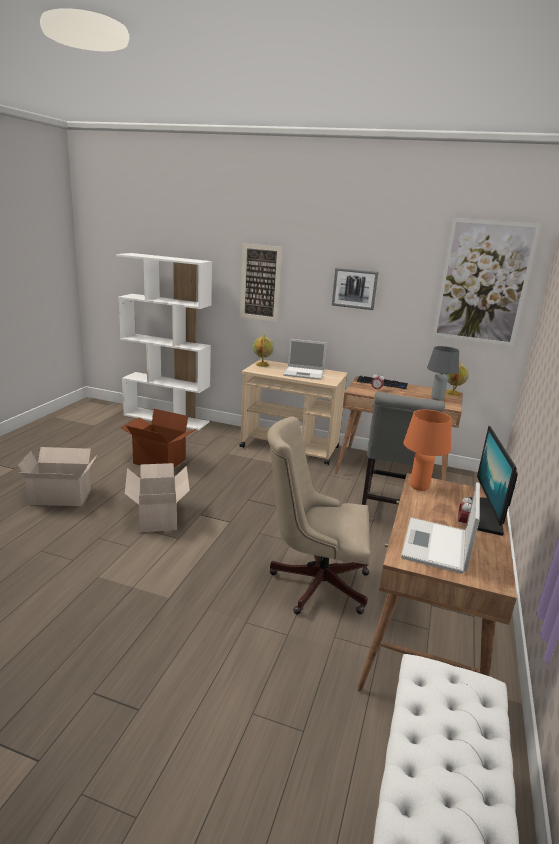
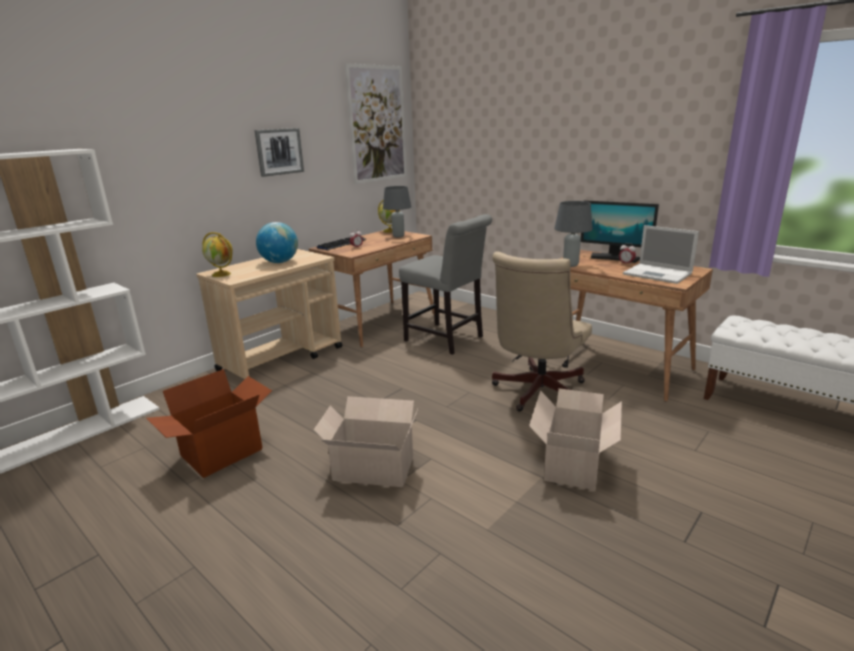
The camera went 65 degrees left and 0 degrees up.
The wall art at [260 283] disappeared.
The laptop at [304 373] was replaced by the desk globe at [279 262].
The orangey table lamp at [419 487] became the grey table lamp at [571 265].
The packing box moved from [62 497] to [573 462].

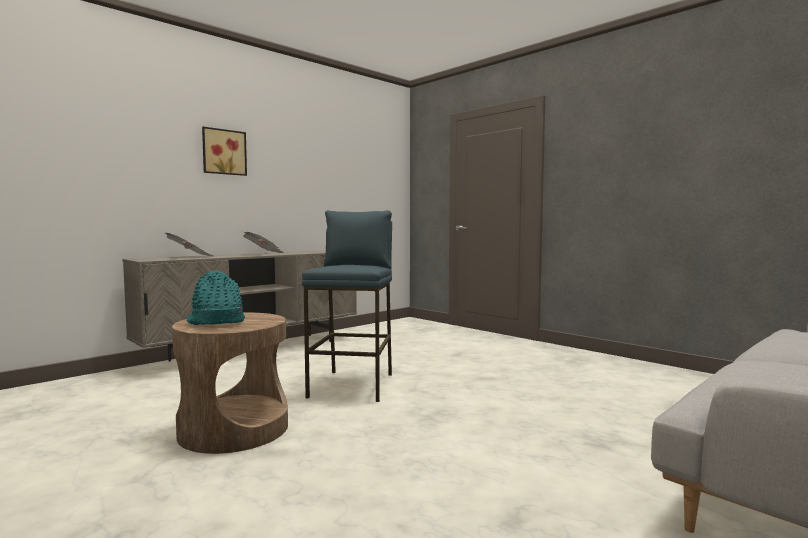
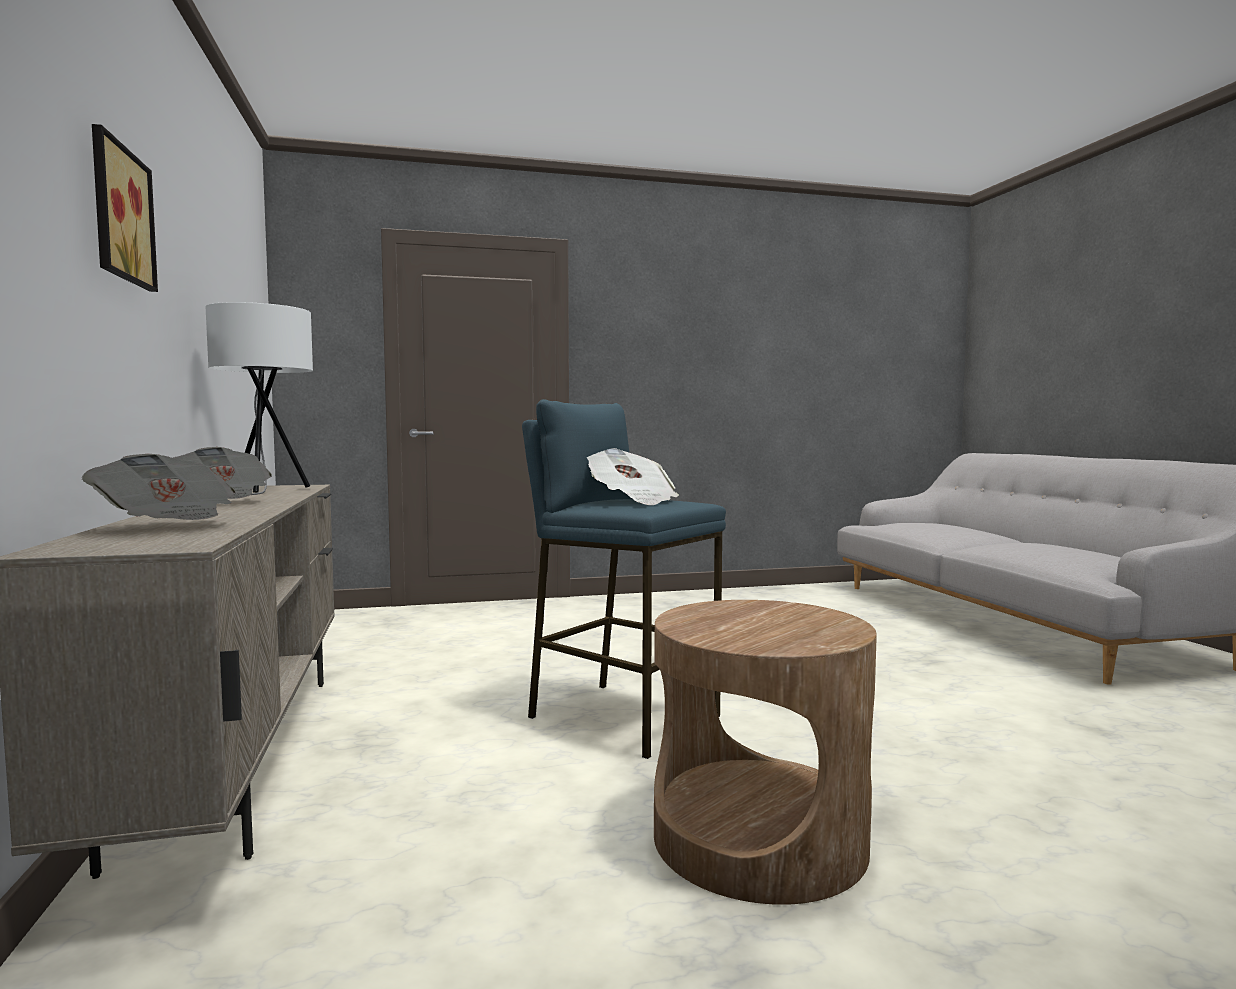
The camera went 60 degrees left and 0 degrees up.
The turquoise-coloured clothing hat at [216 322] disappeared.
The white-coloured table lamp at [264 491] appeared.
The printed paper at [632 501] appeared.

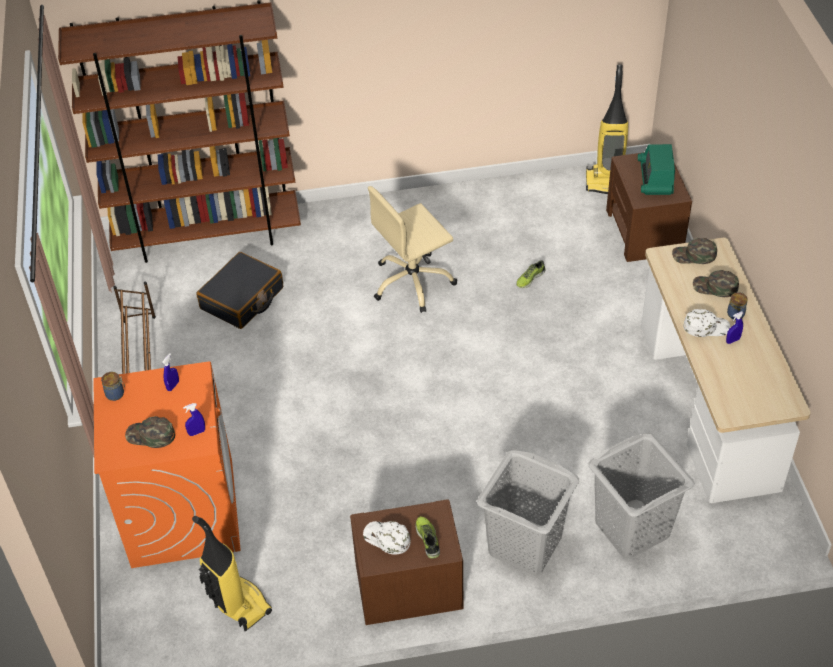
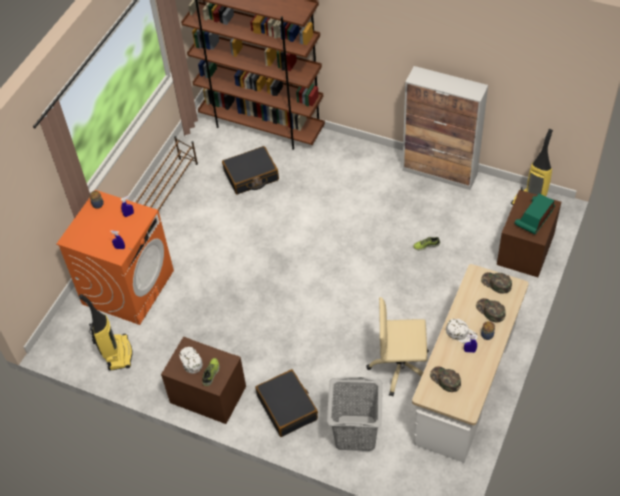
The camera went 35 degrees right and 5 degrees up.
The beige desk chair moved from [413 282] to [400 368].
The green peaked cap moved from [150 436] to [445 380].
The grey laundry basket at [524 545] was replaced by the black travel case at [287 407].
The storage cabinet at [440 172] appeared.

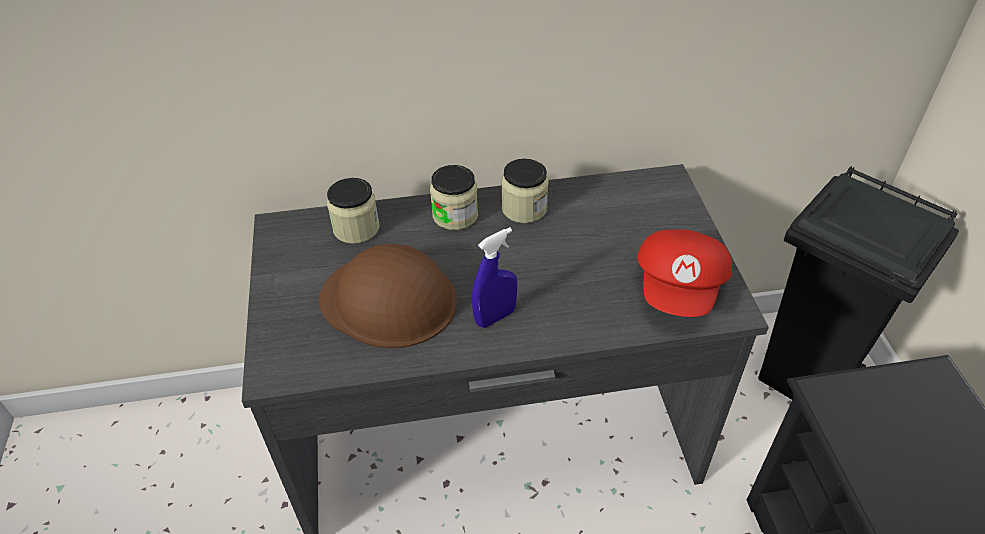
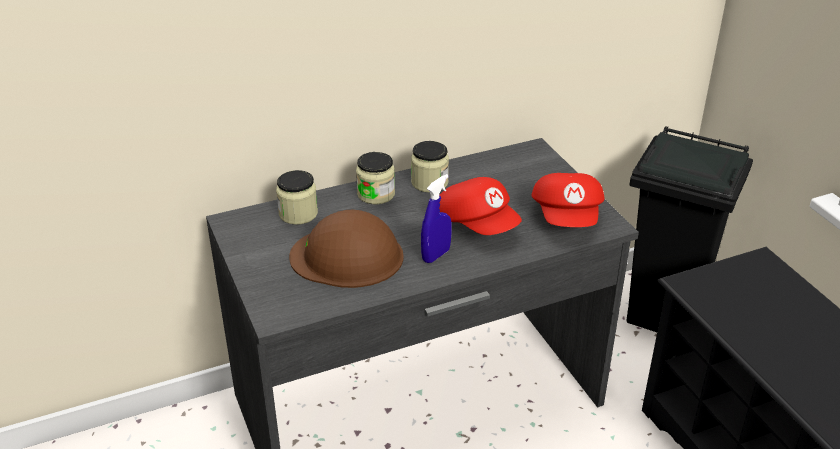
The camera went 15 degrees left and 10 degrees down.
The reddish peaked cap at [476 224] appeared.

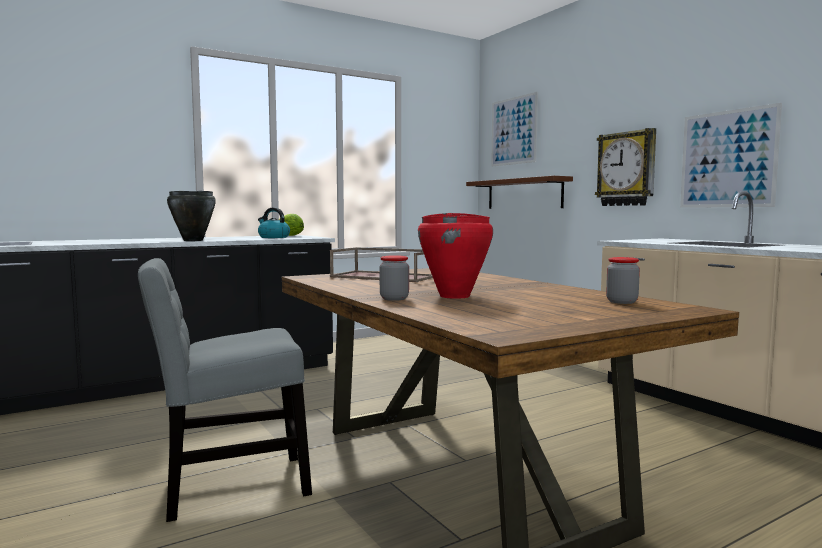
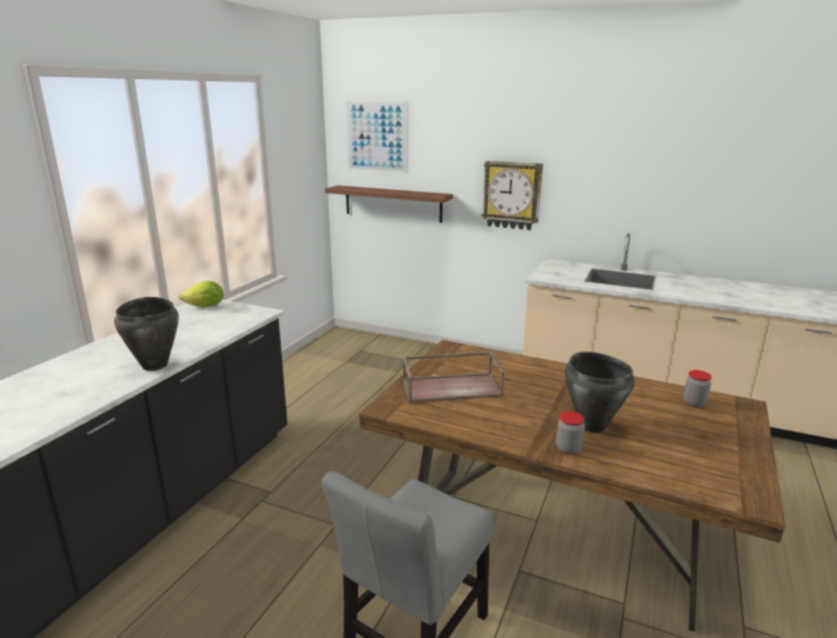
The camera went 35 degrees left and 15 degrees up.
The wall art at [727 159] disappeared.
The tea kettle at [273 237] disappeared.
The reddish saucepot at [455 296] became the black saucepot at [592 426].

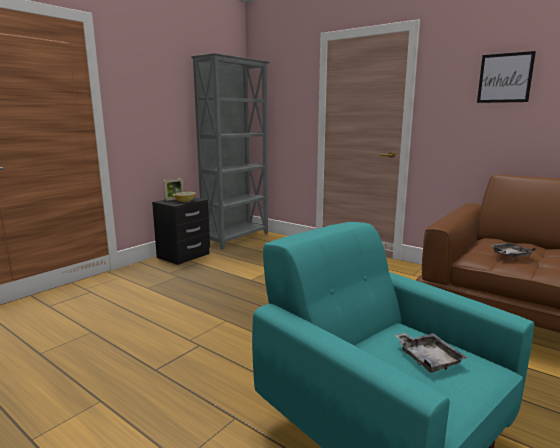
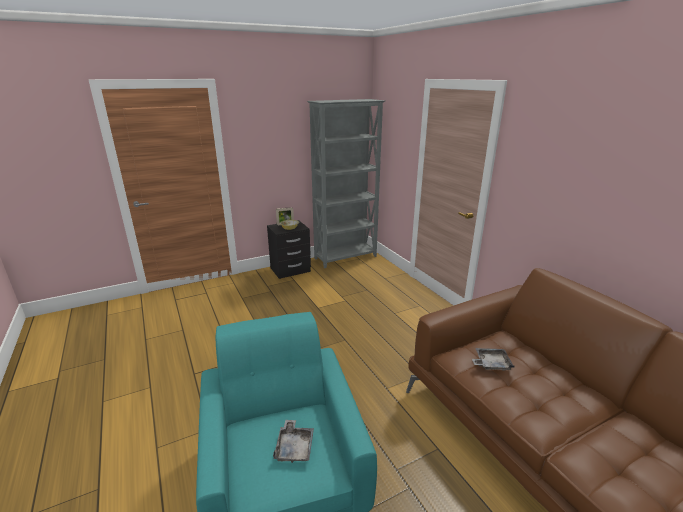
The camera went 25 degrees right and 10 degrees up.
The wall art at [505 78] disappeared.

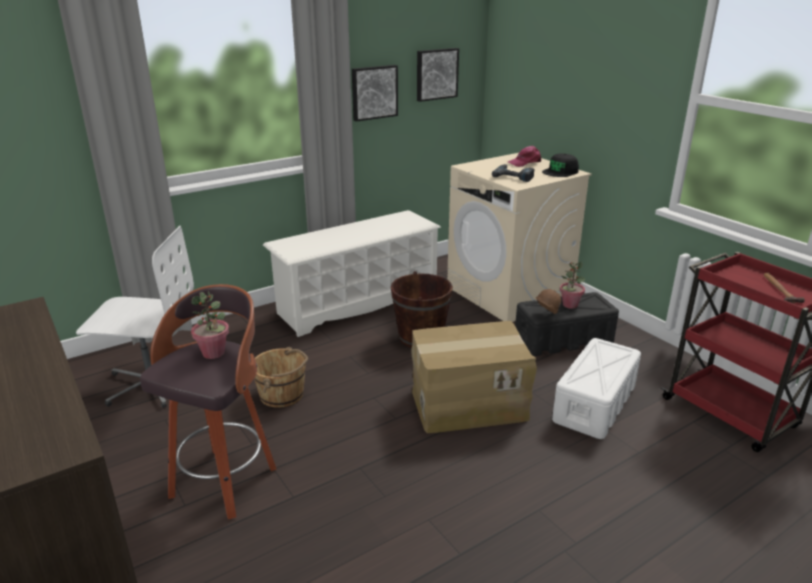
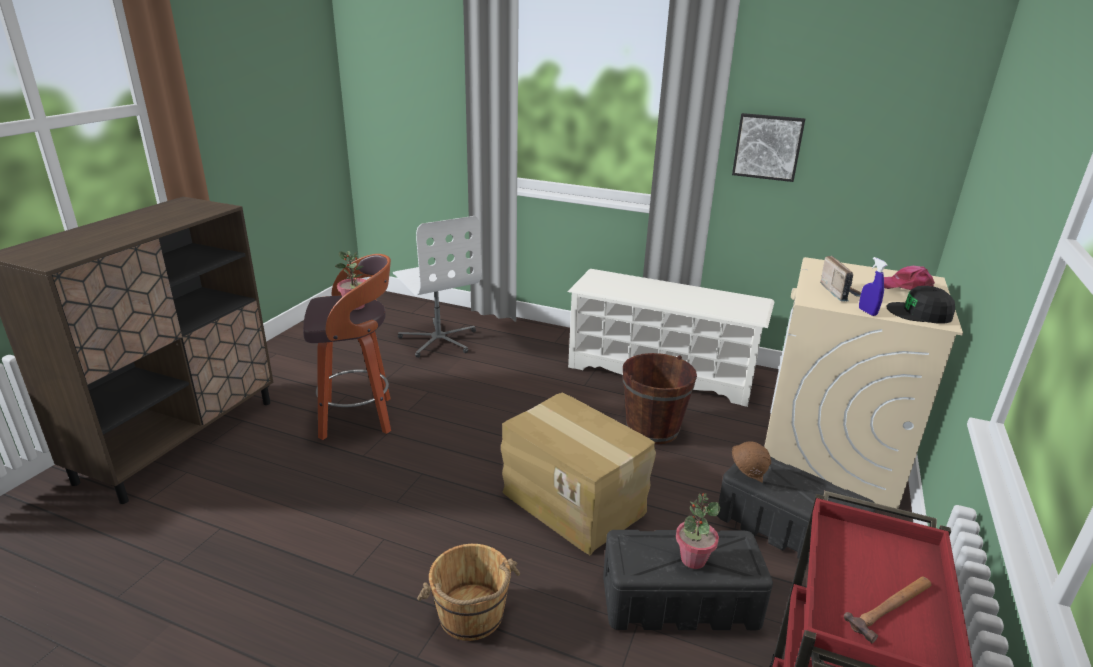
The camera went 55 degrees right and 0 degrees up.
The wall art at [436 74] disappeared.
The power drill at [513 176] was replaced by the radio at [839 292].
The houseplant moved from [570 305] to [693 559].
The white-coloured storage container at [594 404] became the black storage container at [678 601].
The brownish bucket moved from [282 395] to [471 615].
The bluish hand sprayer at [867 312] appeared.

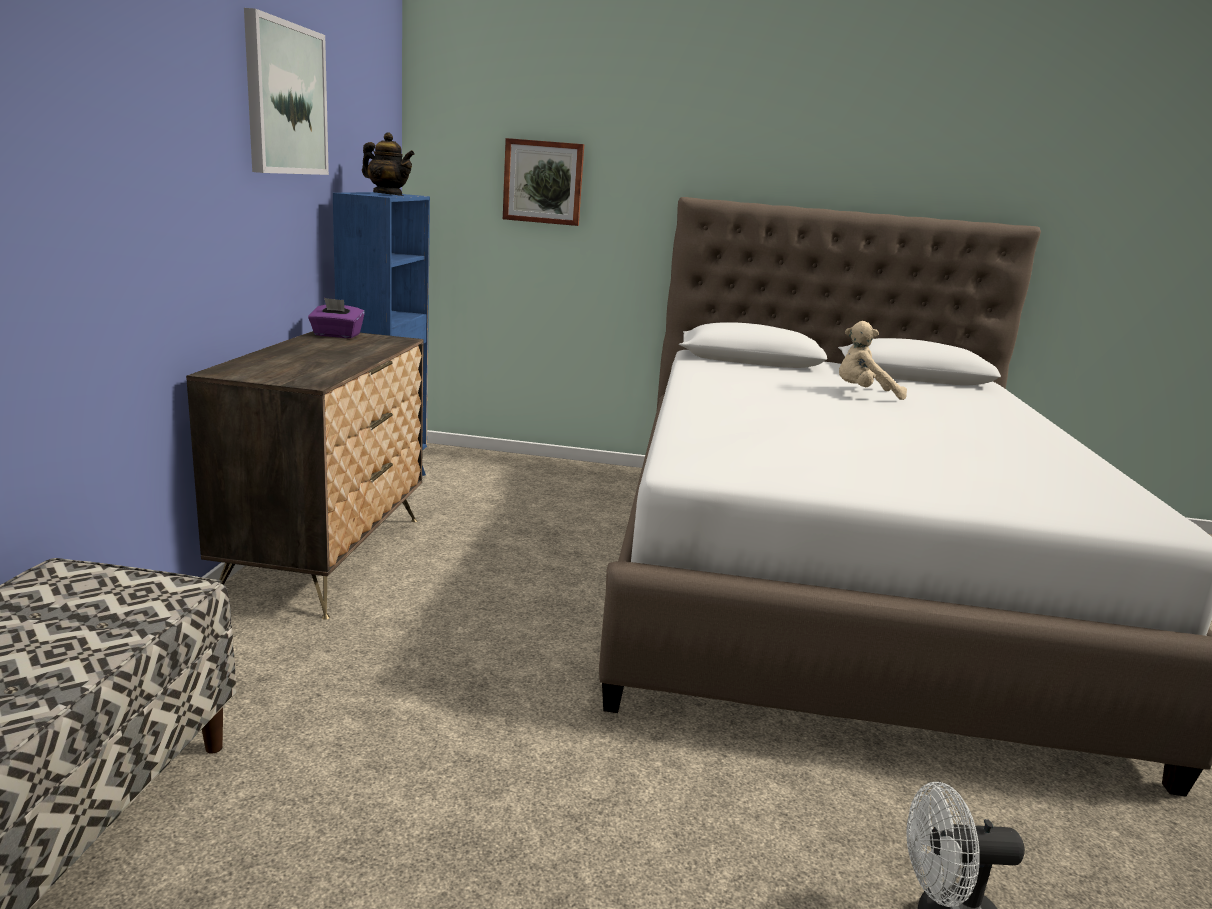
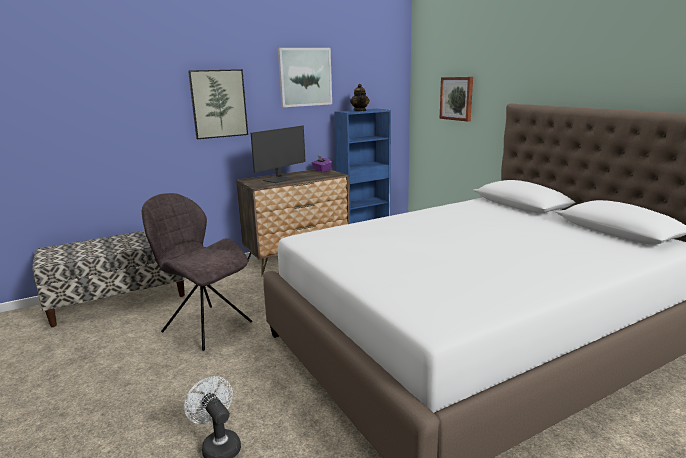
The camera went 55 degrees right and 0 degrees up.
The beige plush toy at [864 394] disappeared.
The wall art at [218 104] appeared.
The computer screen at [279 180] appeared.
The grey upright chair at [205 326] appeared.

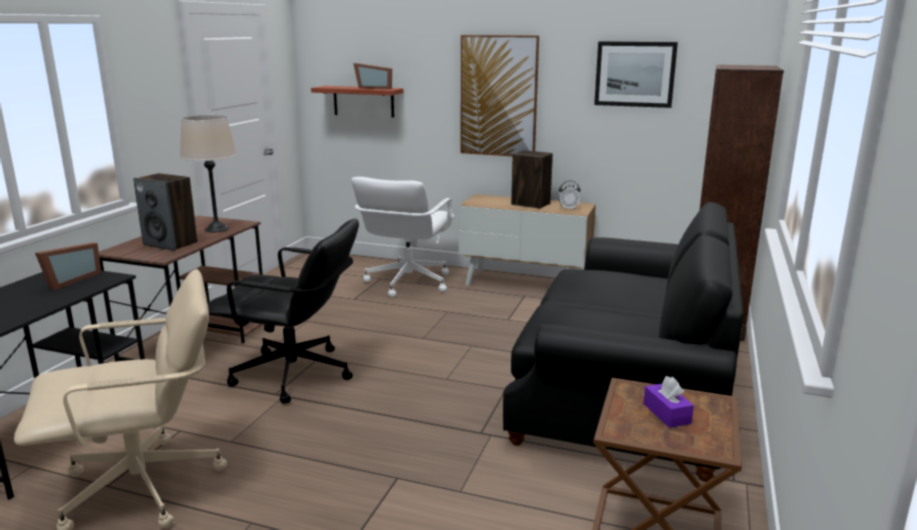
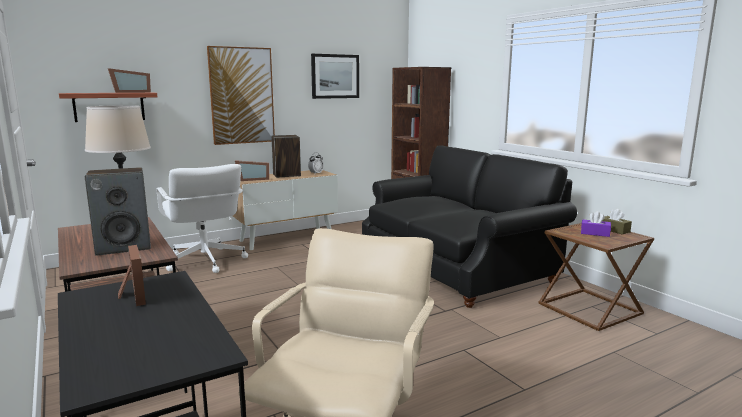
The camera went 50 degrees left and 5 degrees down.
The black desk chair at [294 375] disappeared.
The standing frame at [252 179] appeared.
The brownish box of tissues at [614 230] appeared.

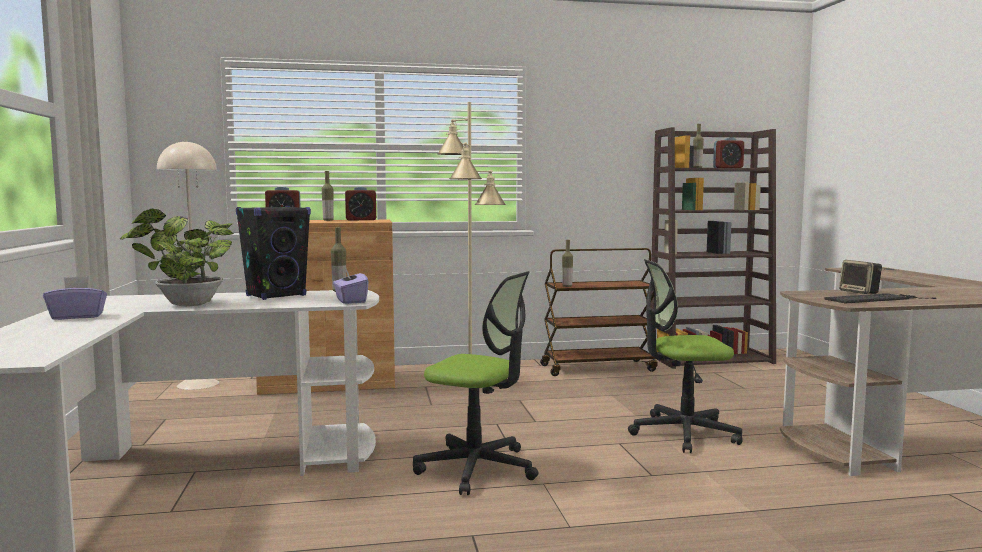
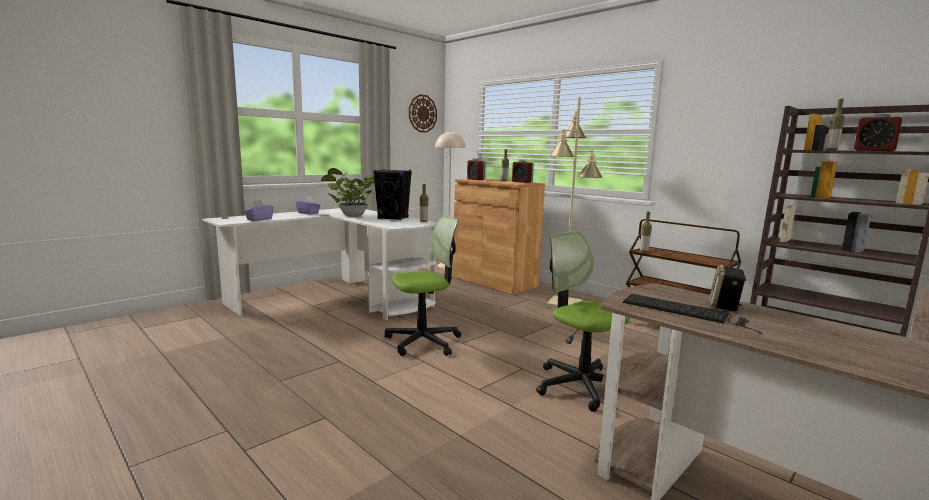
The camera went 55 degrees right and 5 degrees up.
The purple box of tissues moved from [350 301] to [259 219].
The desk chair at [477 468] turned 105 degrees counterclockwise.
The wall clock at [422 113] appeared.

